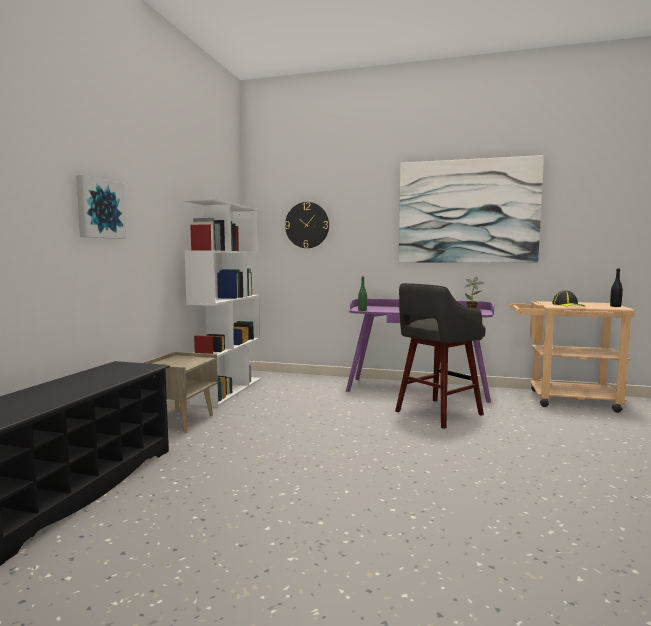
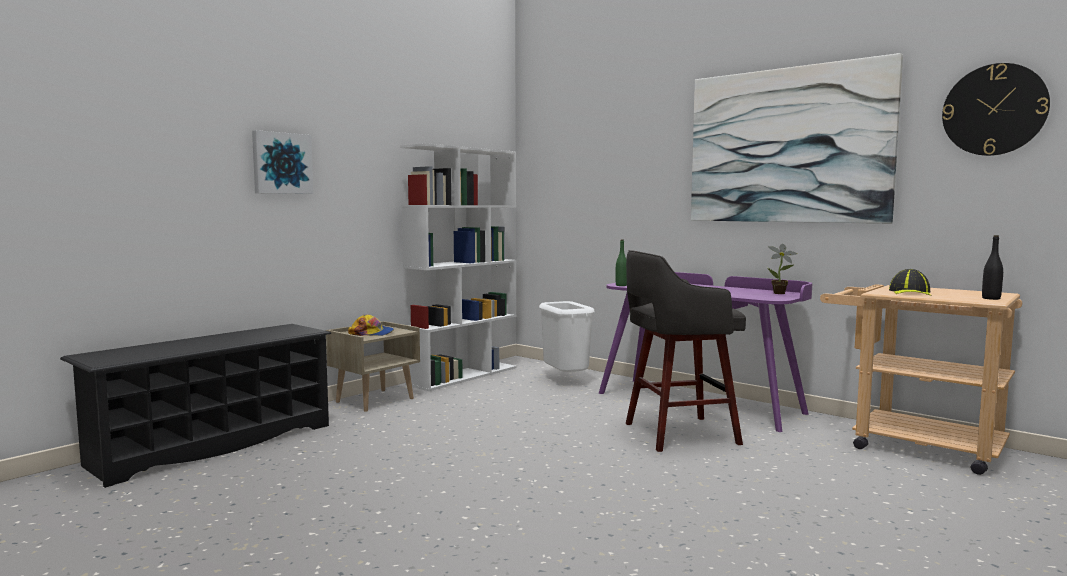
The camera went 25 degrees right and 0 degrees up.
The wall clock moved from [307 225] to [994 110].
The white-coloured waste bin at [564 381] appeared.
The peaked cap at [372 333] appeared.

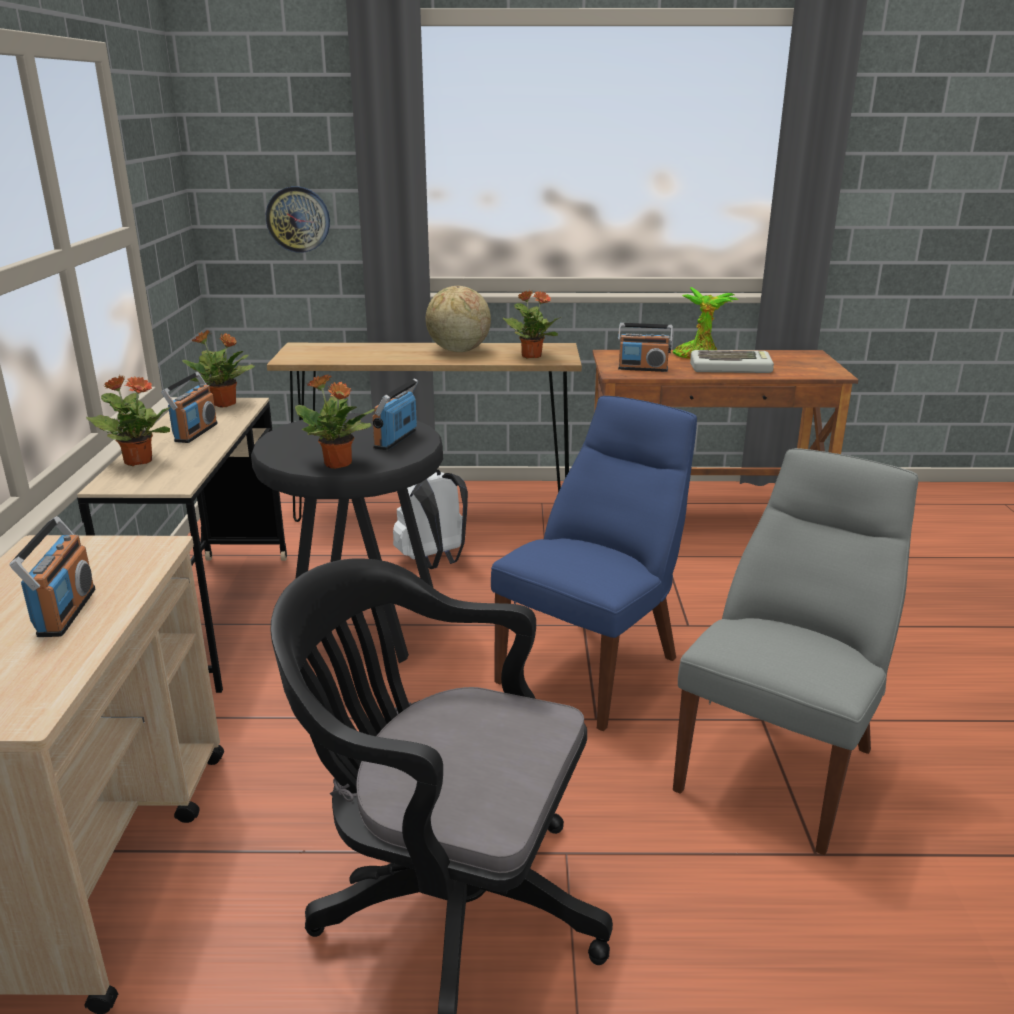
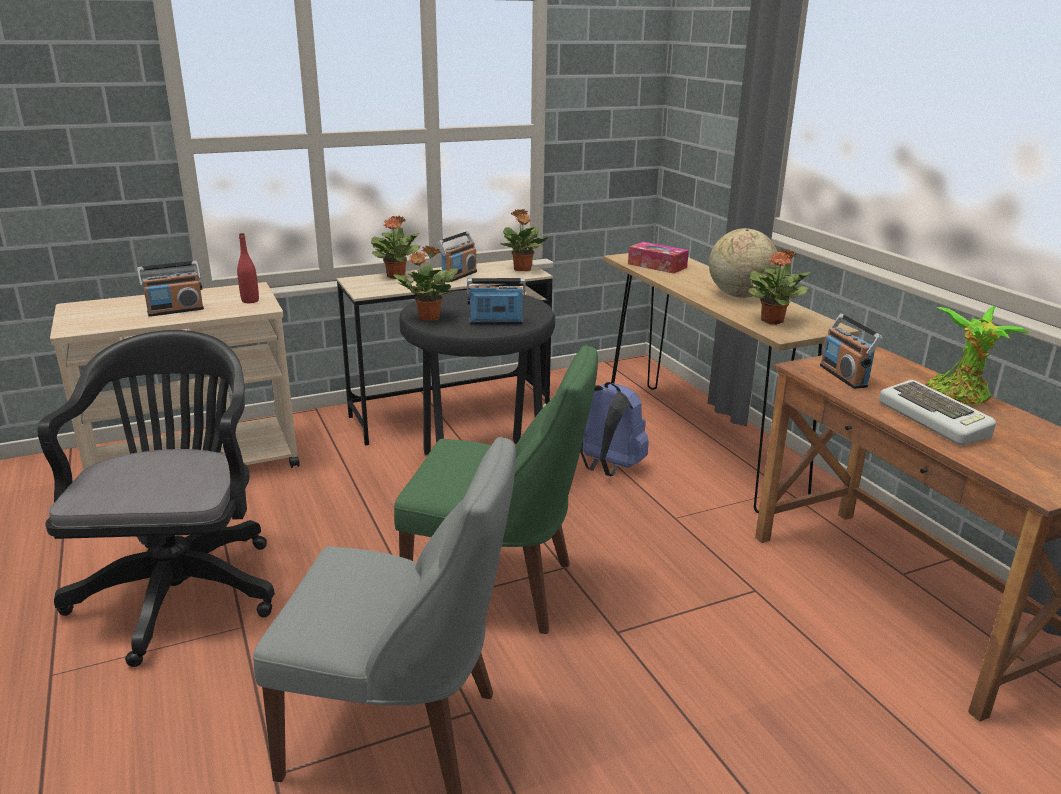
The camera went 65 degrees right and 0 degrees up.
The wall clock at [298 219] disappeared.
The radio at [195 432] turned 45 degrees counterclockwise.
The bluish upright chair at [594 666] became the green upright chair at [498 588].
The white-coloured knapsack at [434 560] became the bluish knapsack at [607 467].
The reddish bottle at [250 301] appeared.
The box of tissues at [657 266] appeared.

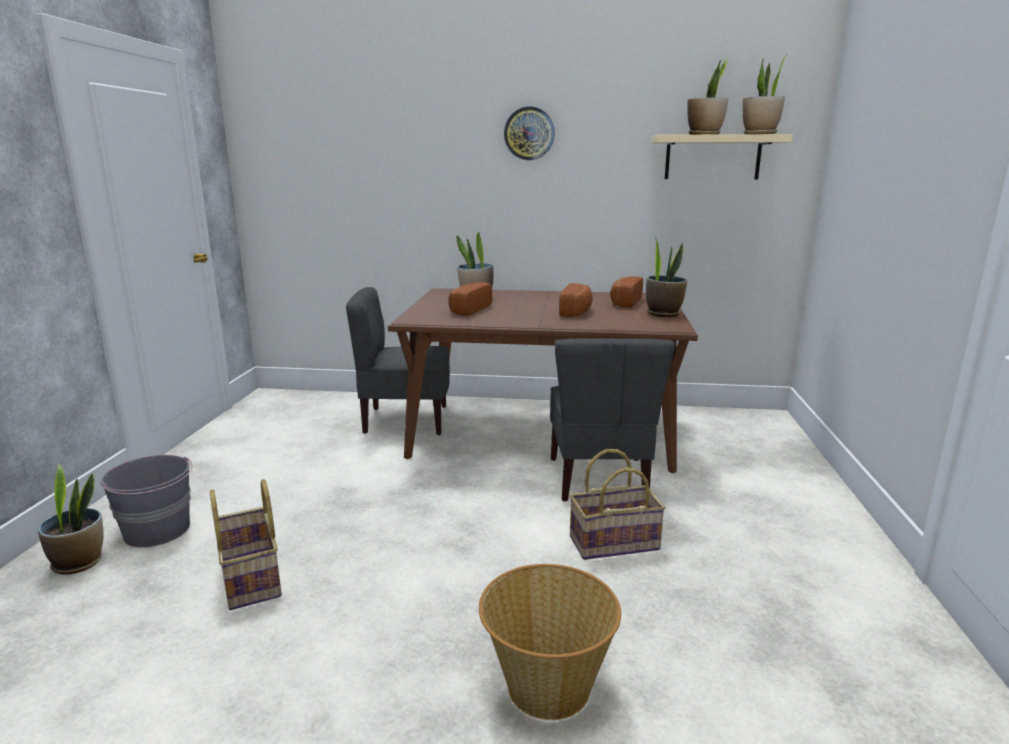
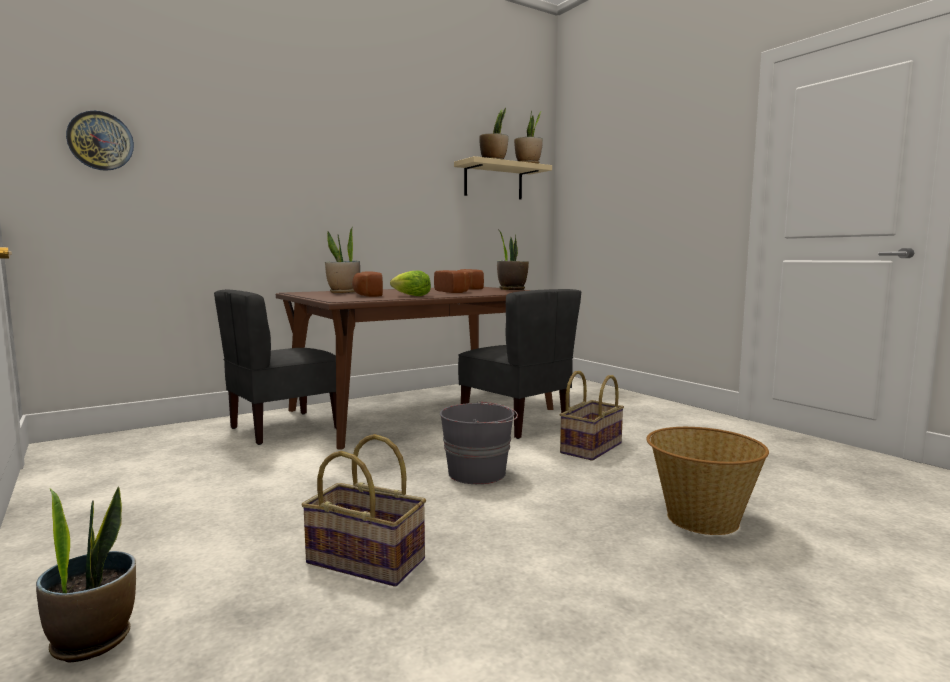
The camera went 40 degrees left and 10 degrees down.
The wall clock moved from [529 133] to [100 141].
The grey bucket moved from [158 531] to [478 473].
The lettuce at [411 296] appeared.

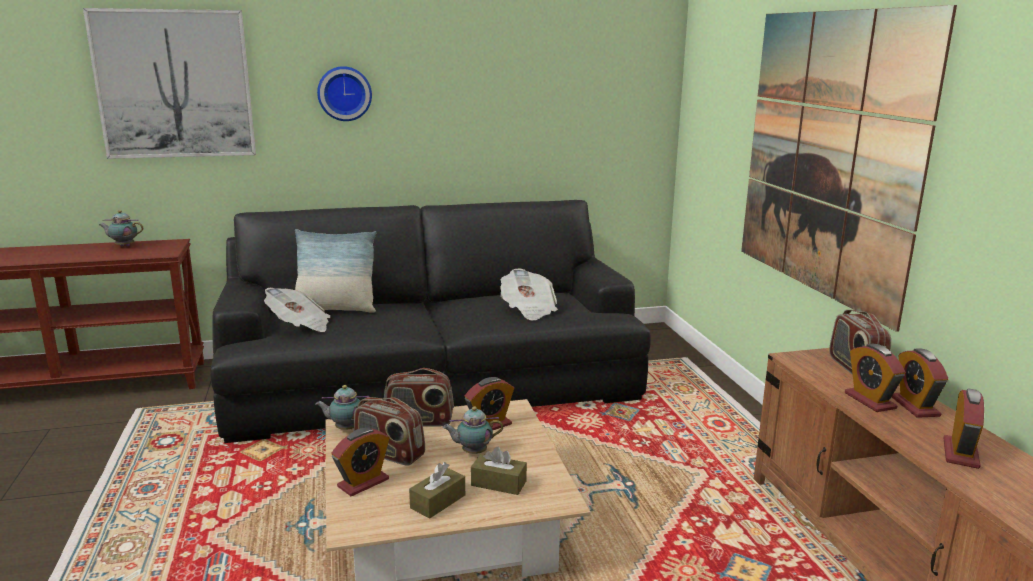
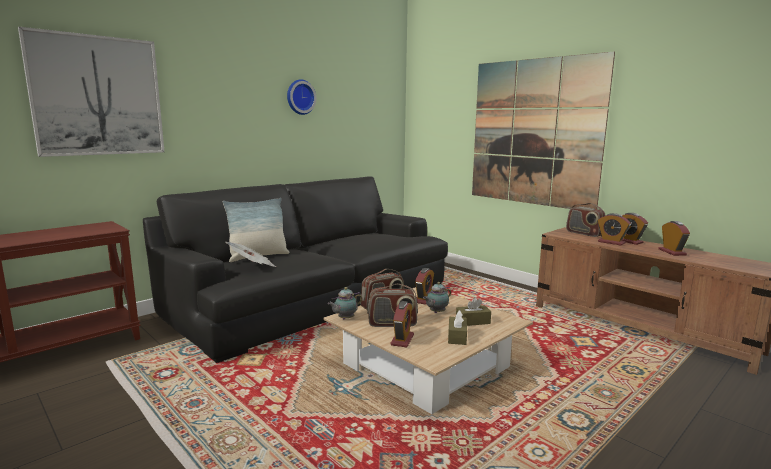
The camera went 30 degrees left and 5 degrees down.
The wall clock moved from [344 93] to [300 97].
The tea pot at [123 246] disappeared.
The printed paper at [528 310] disappeared.

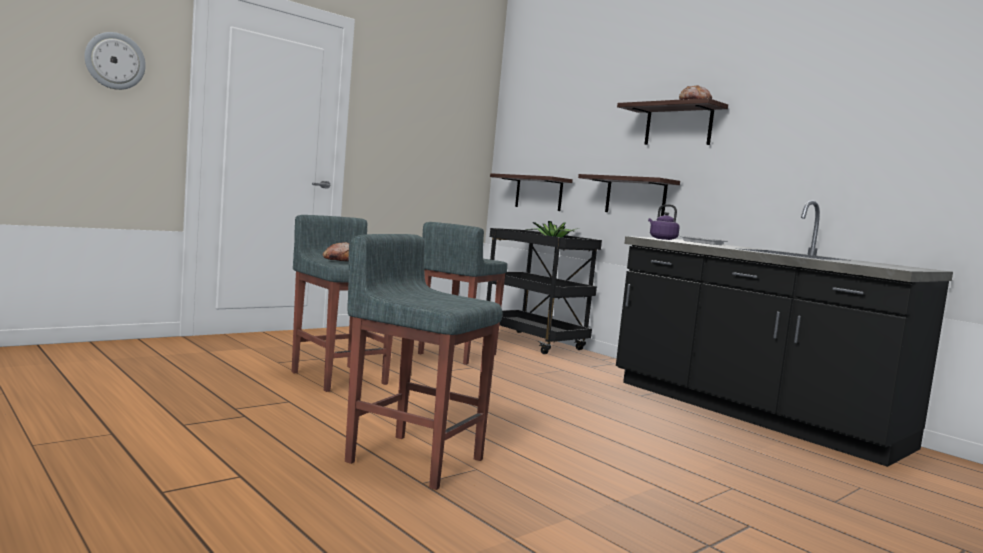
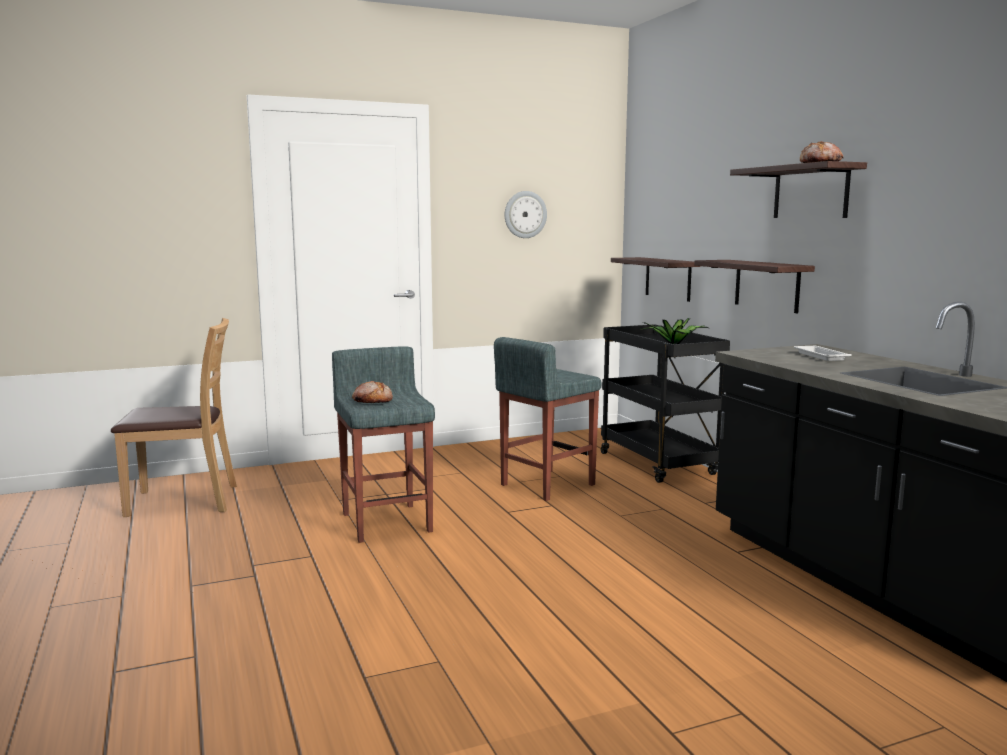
The camera went 20 degrees right and 5 degrees up.
The wall clock moved from [115 61] to [525 214].
The purple tea kettle at [661 239] disappeared.
The grey sitting stool at [413 460] disappeared.
The brownish upright chair at [184 501] appeared.

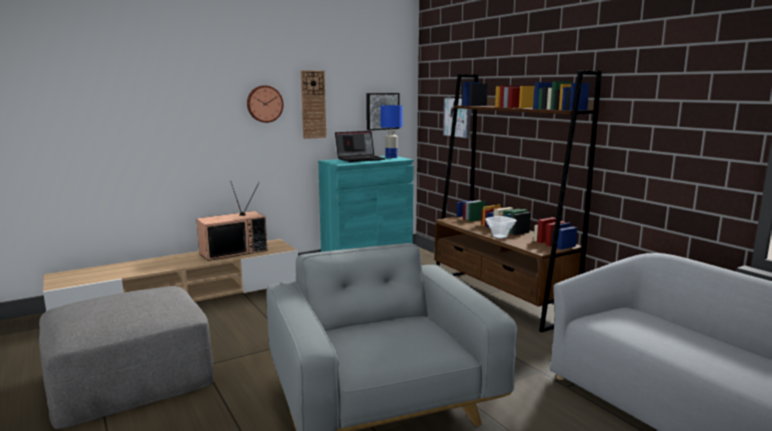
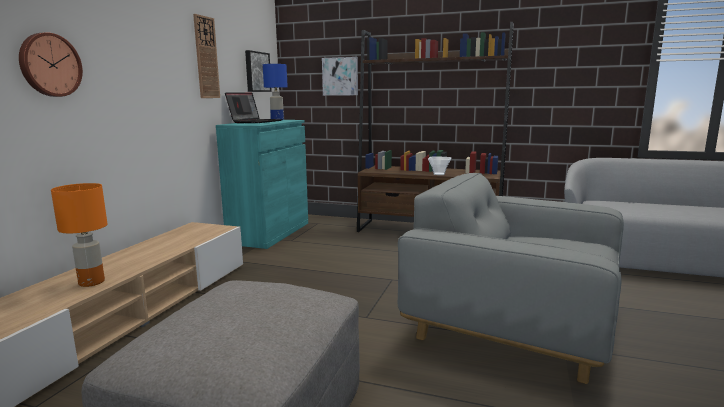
The camera went 40 degrees left and 0 degrees up.
The wall clock moved from [264 104] to [49 65].
The television at [234 251] disappeared.
The orangey table lamp at [92 282] appeared.

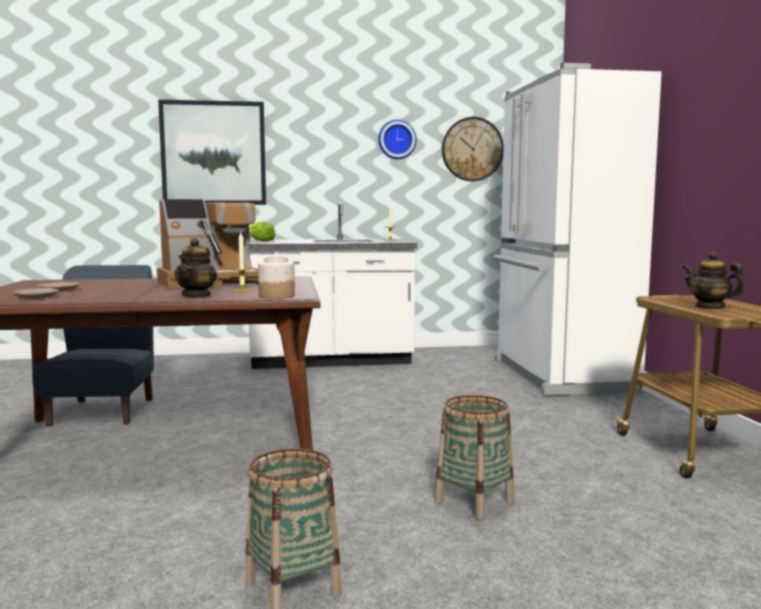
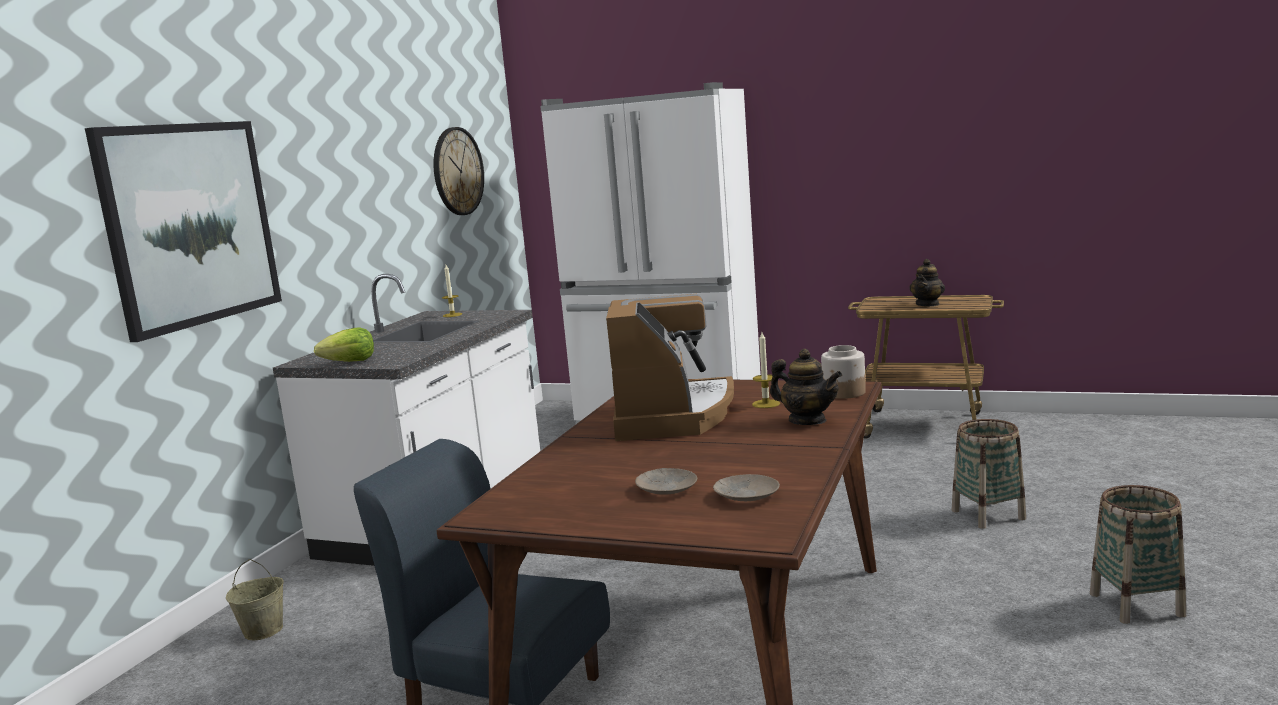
The camera went 60 degrees left and 5 degrees up.
The wall clock at [396 139] disappeared.
The tea pot at [710 307] turned 45 degrees counterclockwise.
The beige bucket at [264 630] appeared.

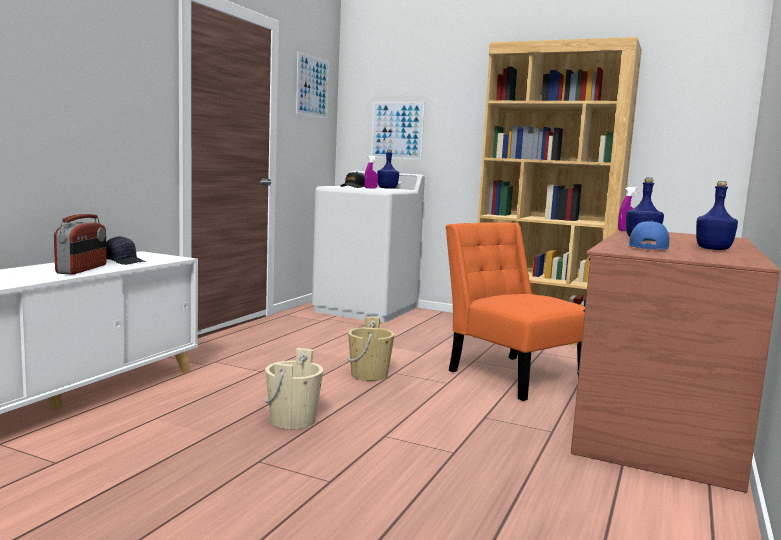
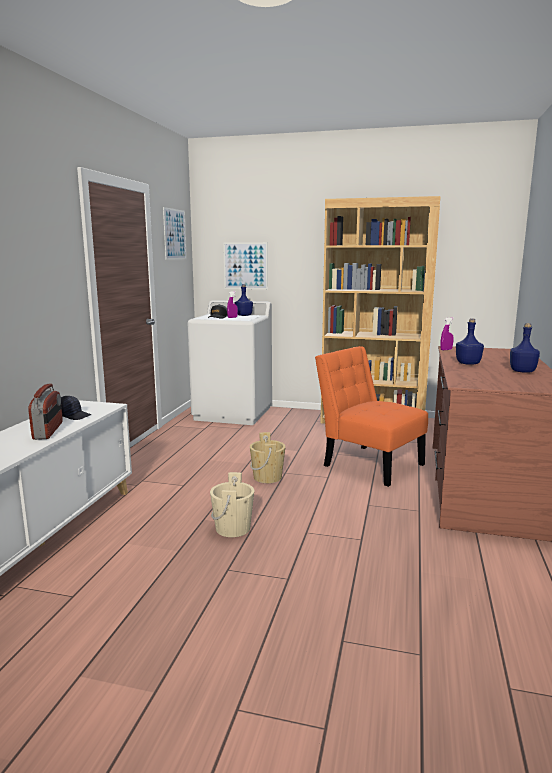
The camera went 10 degrees left and 5 degrees up.
The bluish peaked cap at [648 247] disappeared.

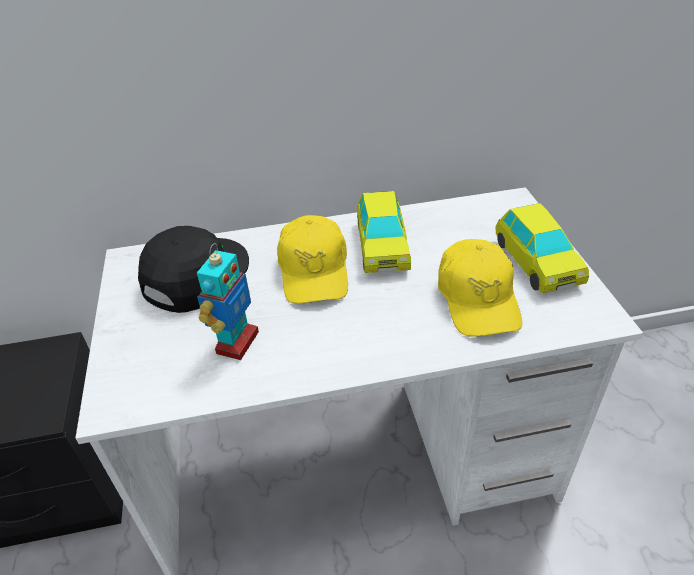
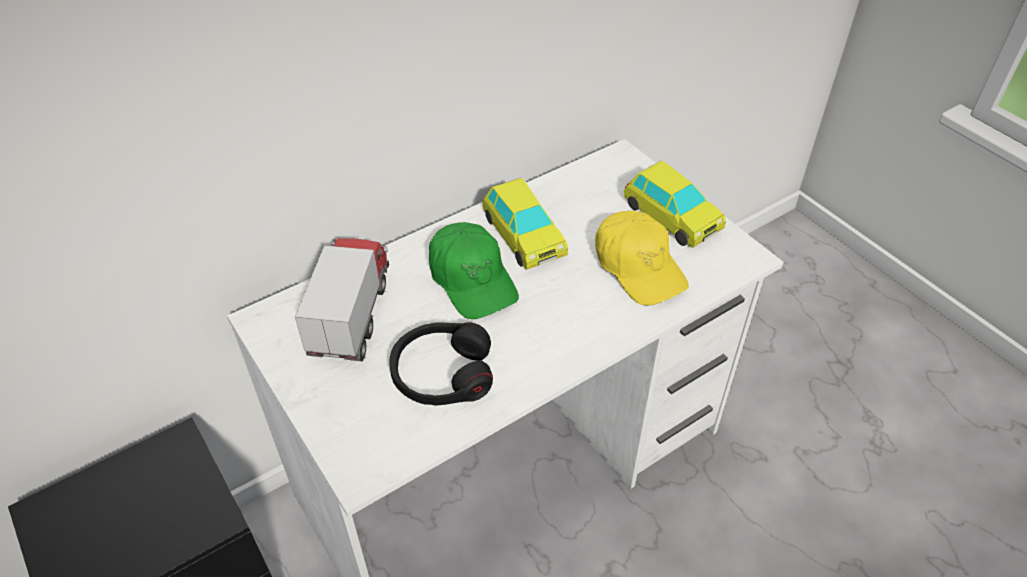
The camera went 25 degrees left and 5 degrees up.
The yellowish peaked cap at [314 270] became the green peaked cap at [472 279].
The black peaked cap at [195 275] was replaced by the model truck at [351 317].
The robot figure at [236 342] was replaced by the black headphones at [442 373].

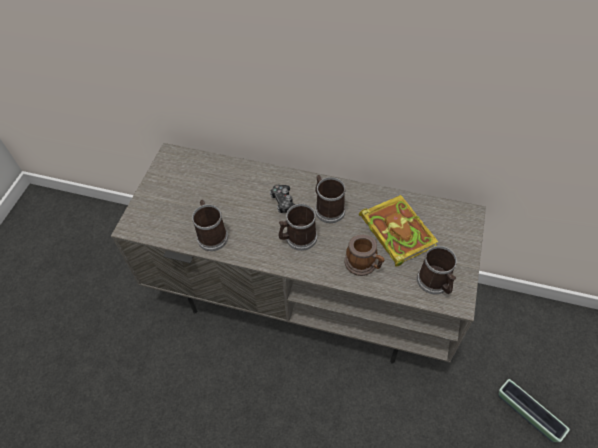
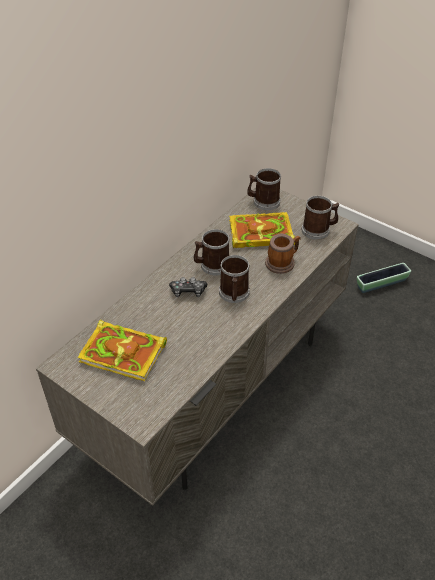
The camera went 70 degrees left and 10 degrees down.
The mug moved from [211 235] to [263 202].
The volume at [125 353] appeared.

